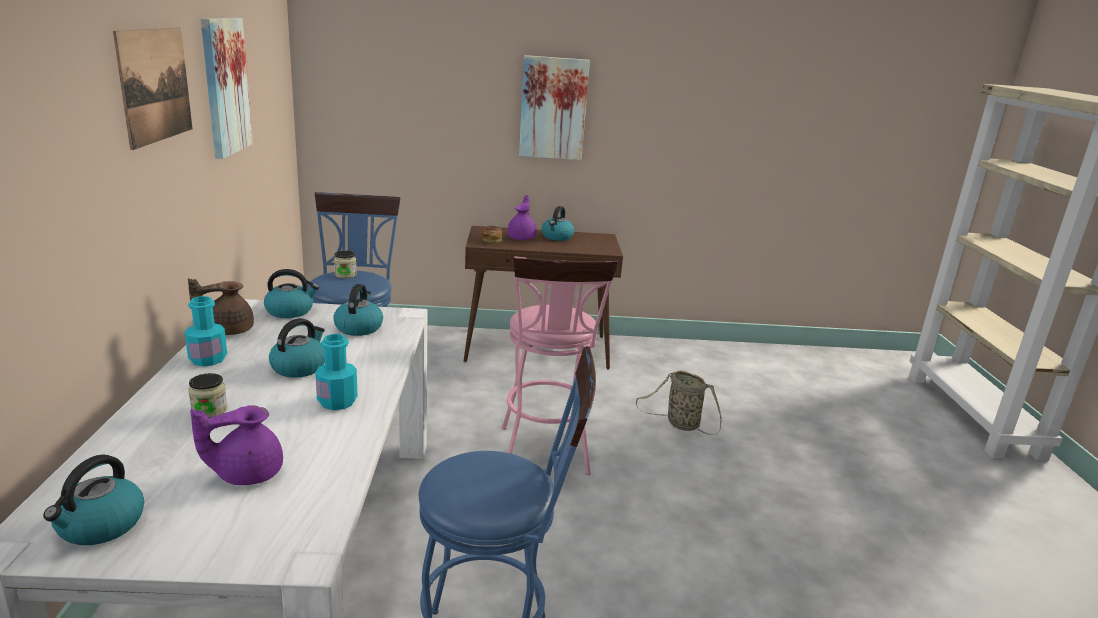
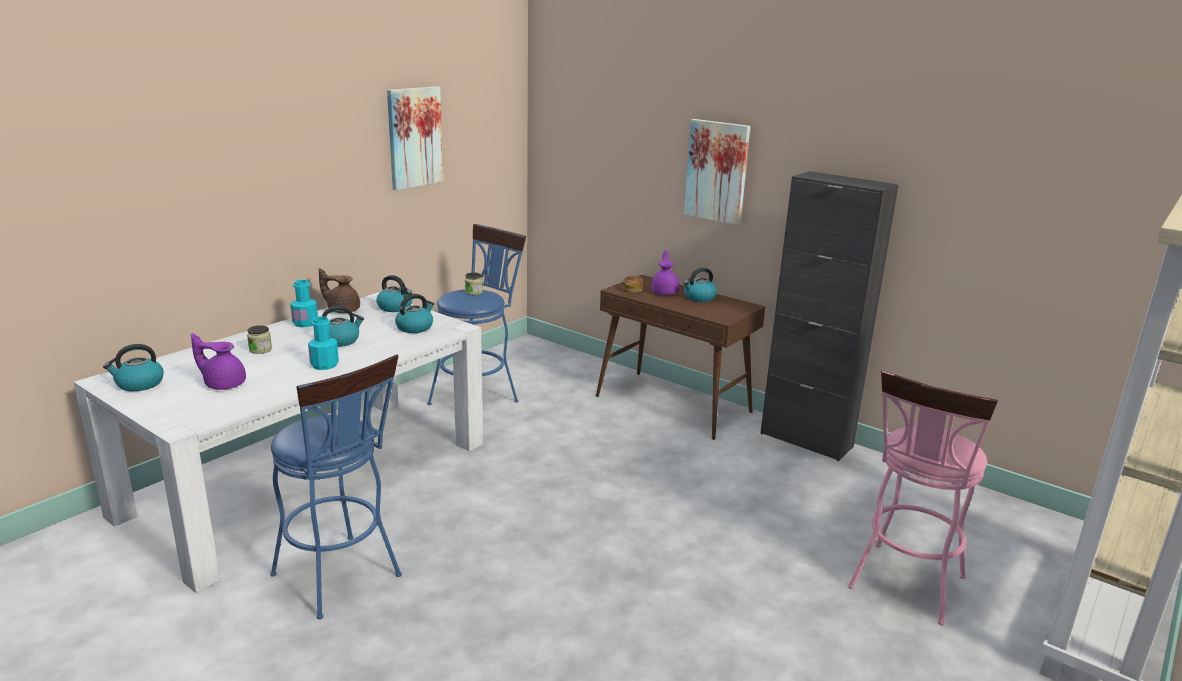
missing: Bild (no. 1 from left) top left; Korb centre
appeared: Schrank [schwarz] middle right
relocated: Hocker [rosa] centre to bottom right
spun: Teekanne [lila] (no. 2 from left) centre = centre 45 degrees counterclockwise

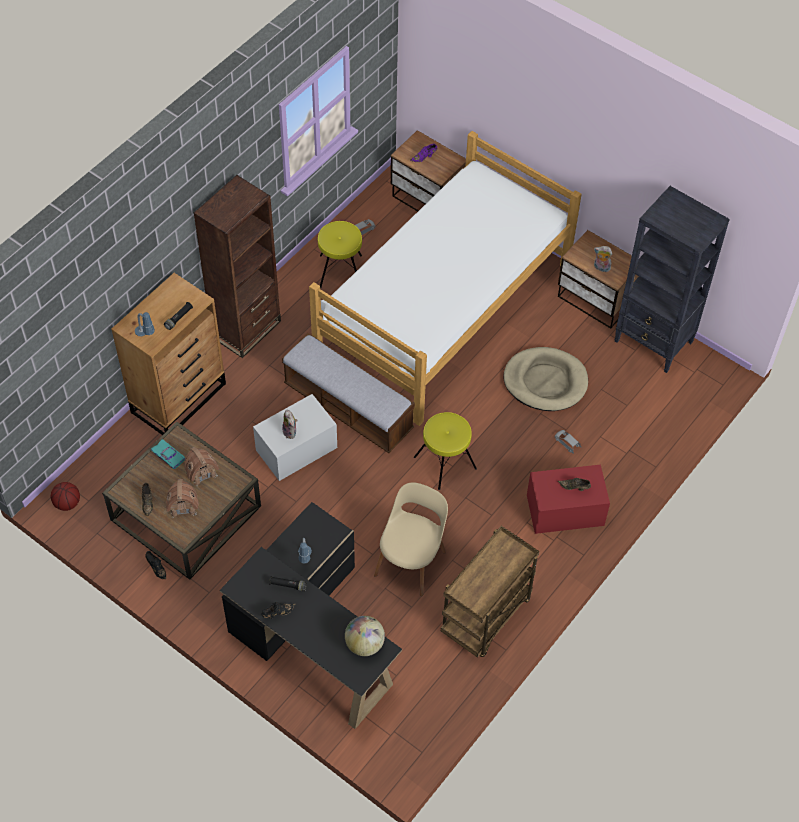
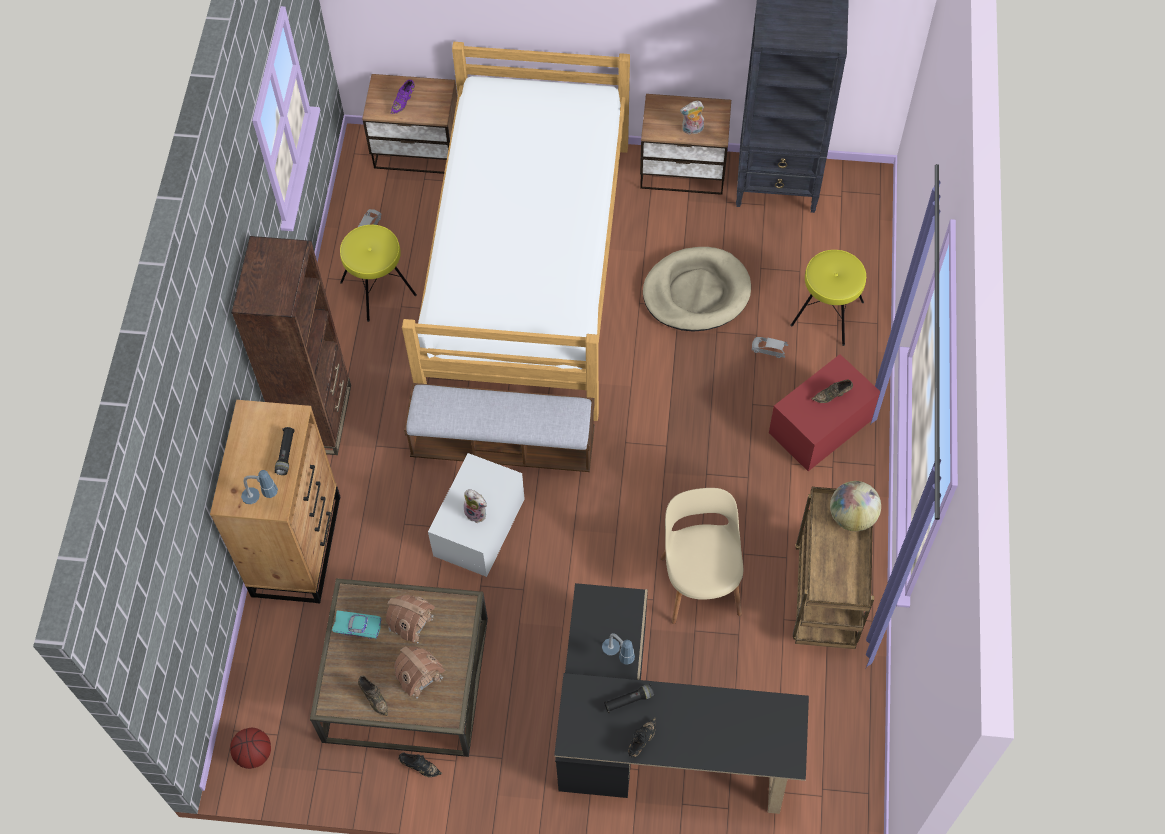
relocated: Globus bottom centre to middle right; Hocker [gelb] (no. 2 from left) centre to middle right

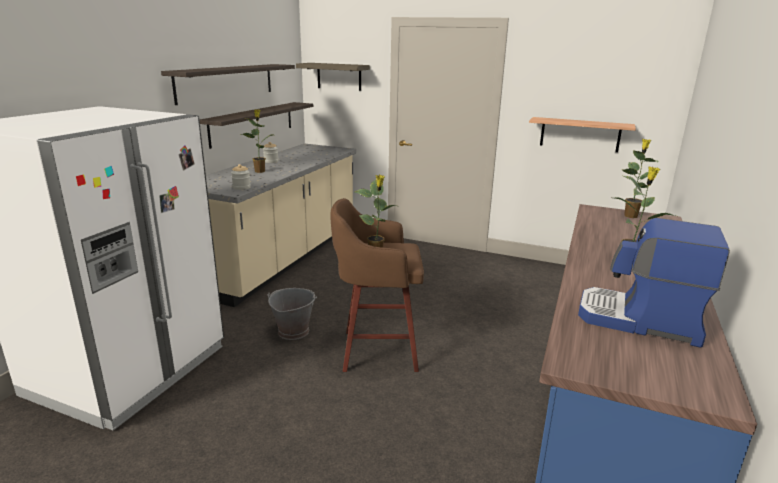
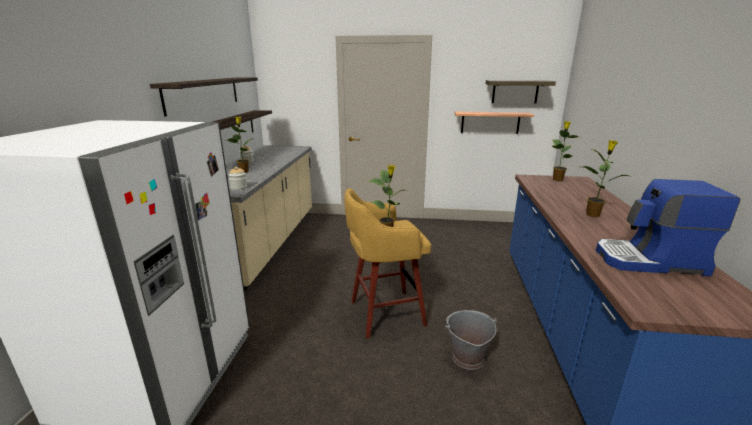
relocated: Eimer [grau] centre to bottom centre; Wandregal (no. 3 from left in the first image) top centre to Wandregal (no. 4 from left) top right
colour: Hocker [braun] centre to Hocker [gelb] centre

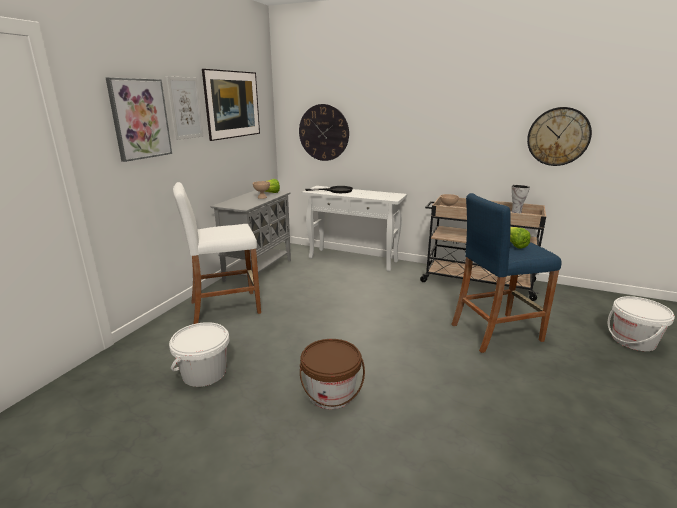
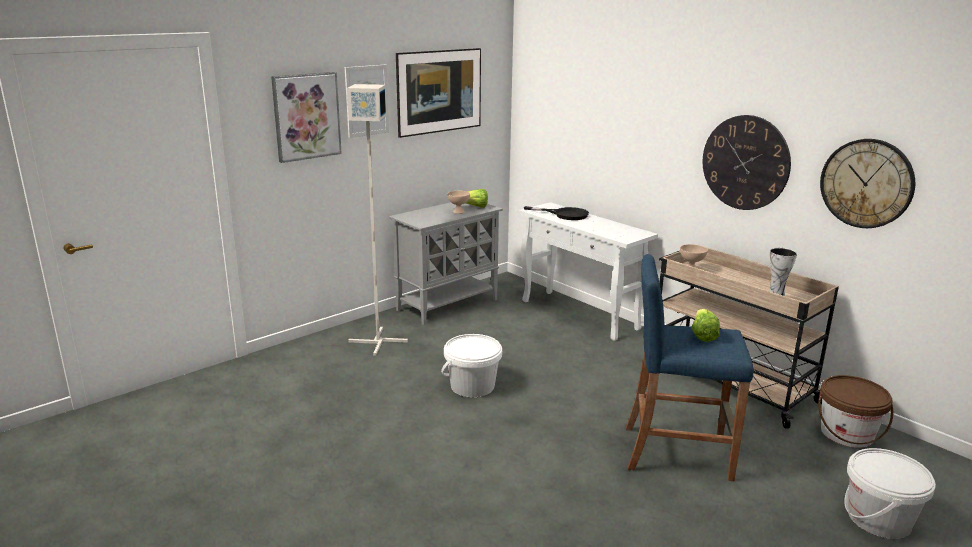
relocated: Eimer [weiß] (no. 1 from left) bottom left to bottom centre; Wanduhr (no. 1 from left) top centre to top right; Eimer [braun] bottom centre to bottom right
exchanged: Hocker [weiß] middle left to Stehlampe [grau] centre

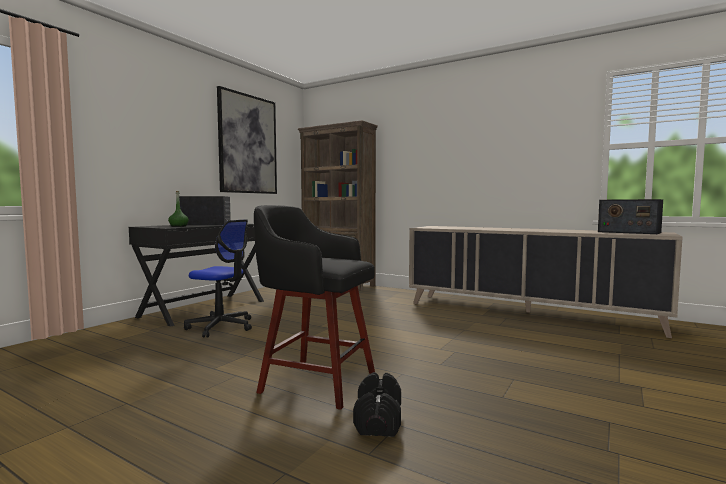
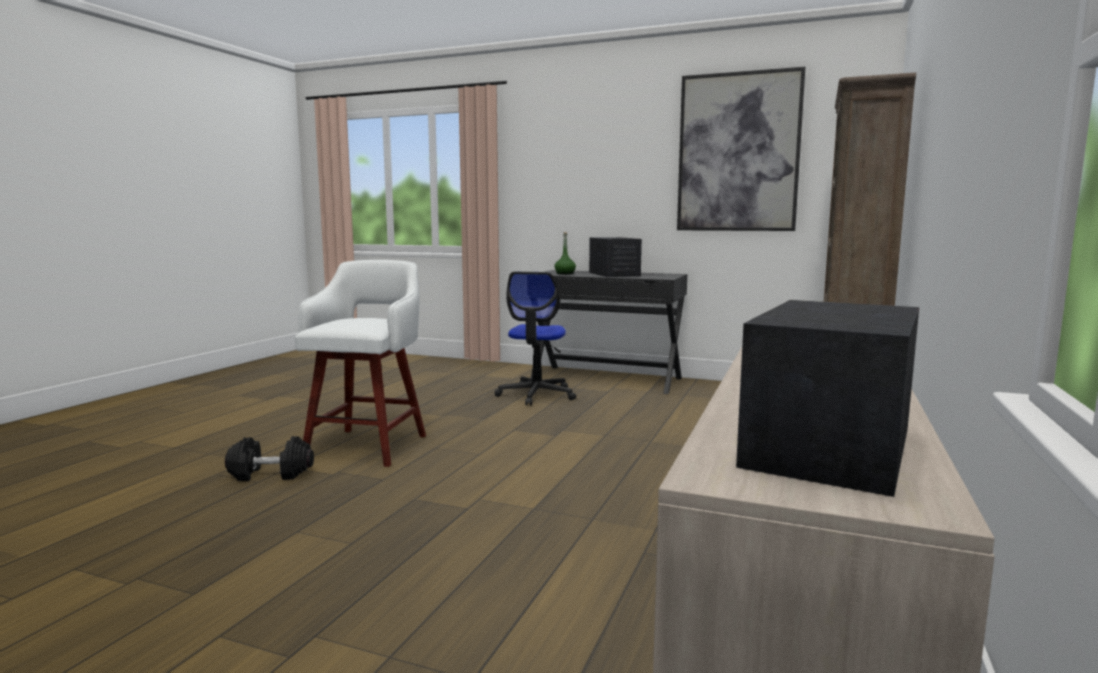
colour: Hocker [schwarz] centre to Hocker [weiß] middle left

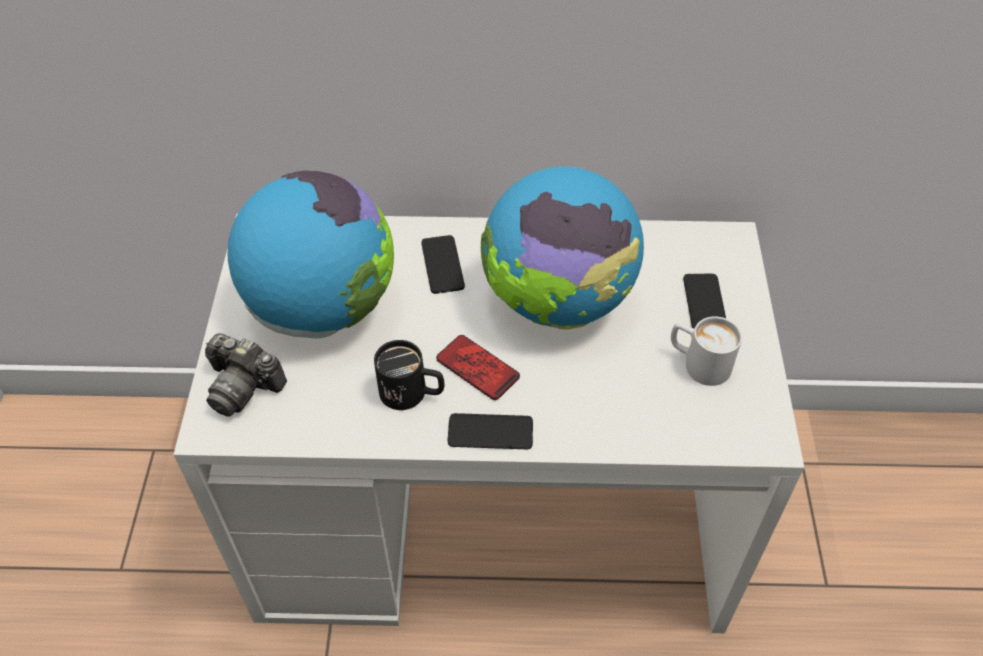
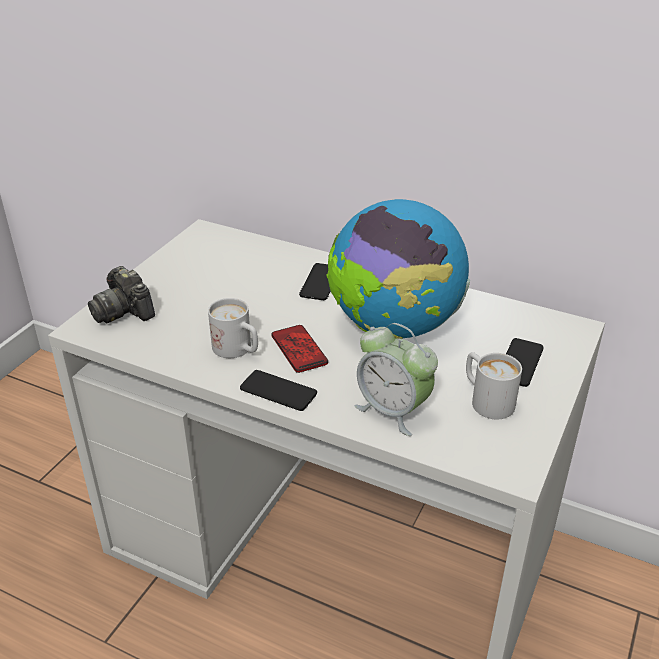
missing: Globus (no. 1 from left) middle left
appeared: Wecker centre
colour: Henkelbecher [schwarz] centre to Henkelbecher [weiß] (no. 1 from left) centre

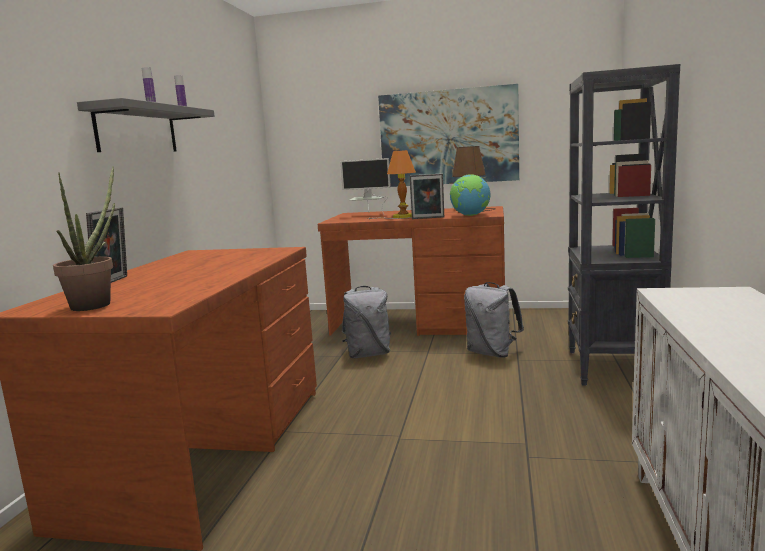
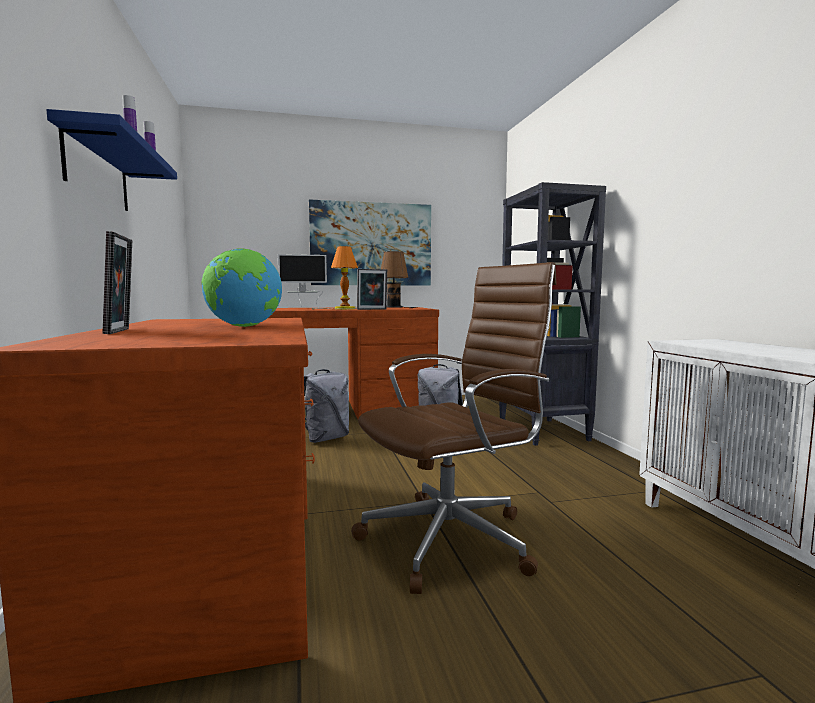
missing: Topfpflanze middle left
appeared: Bürostuhl [braun] centre
relocated: Globus centre to middle left
colour: Wandregal [grau] top left to Wandregal [blau] top left

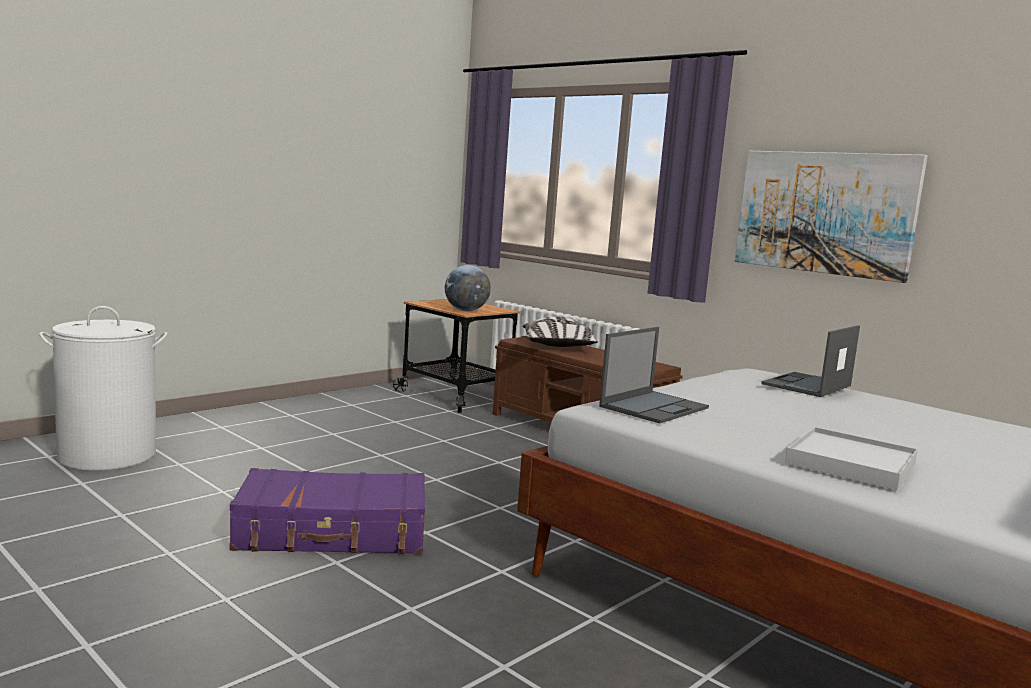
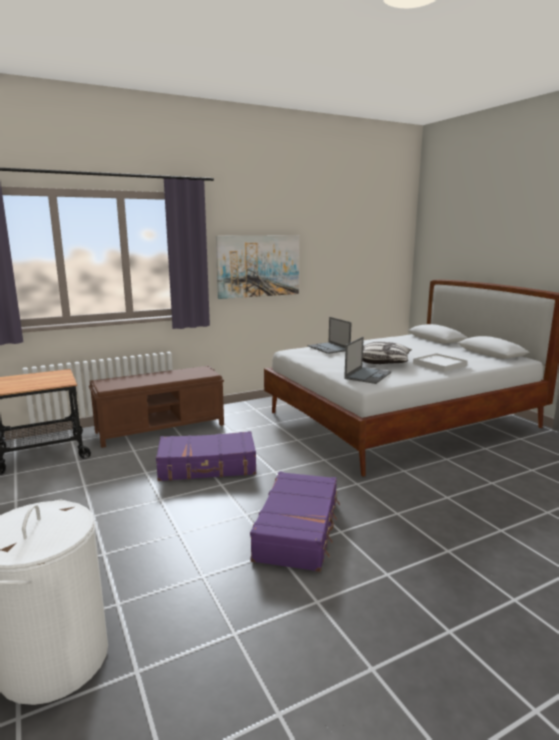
missing: Globus centre
appeared: Koffer [lila] (no. 1 from left) centre
relocated: Kissen centre to middle right
spun: Laptop (no. 1 from left in the first image) centre = centre 60 degrees clockwise

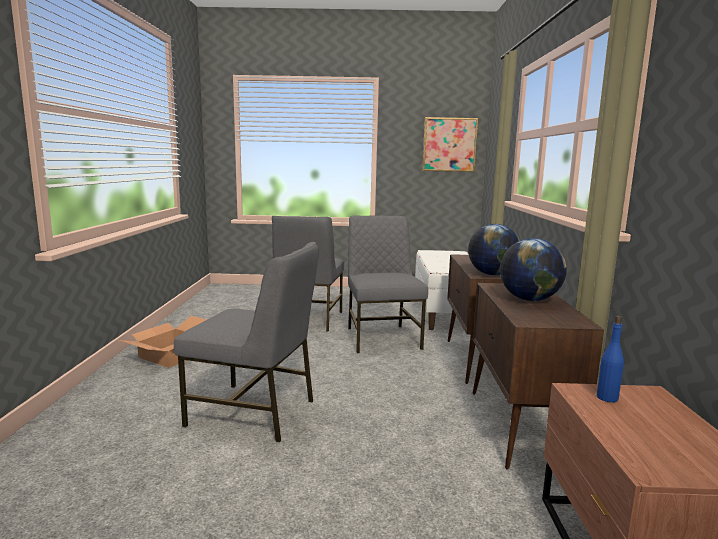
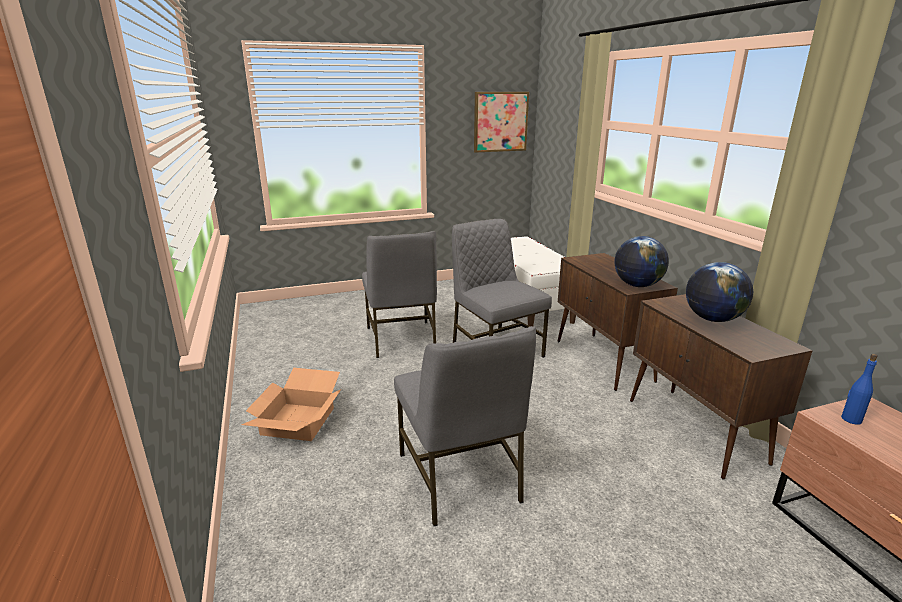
spun: Stuhl [grau] (no. 1 from left in the first image) centre = bottom centre 75 degrees clockwise

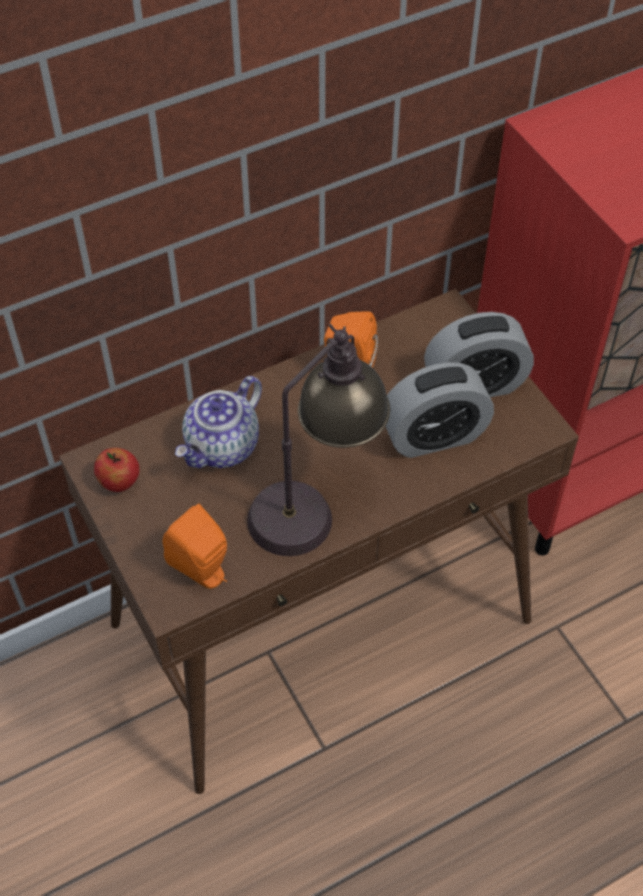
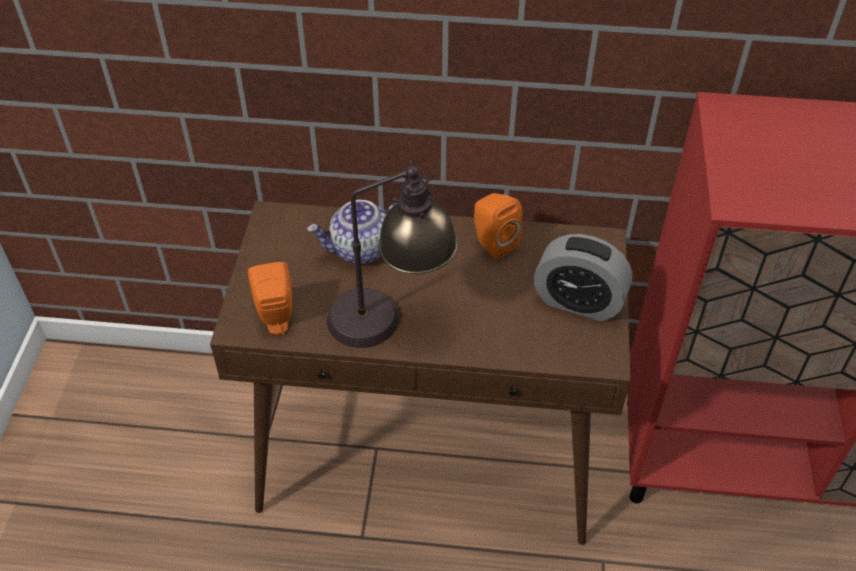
missing: Apfel middle left; Wecker (no. 1 from left) middle right

